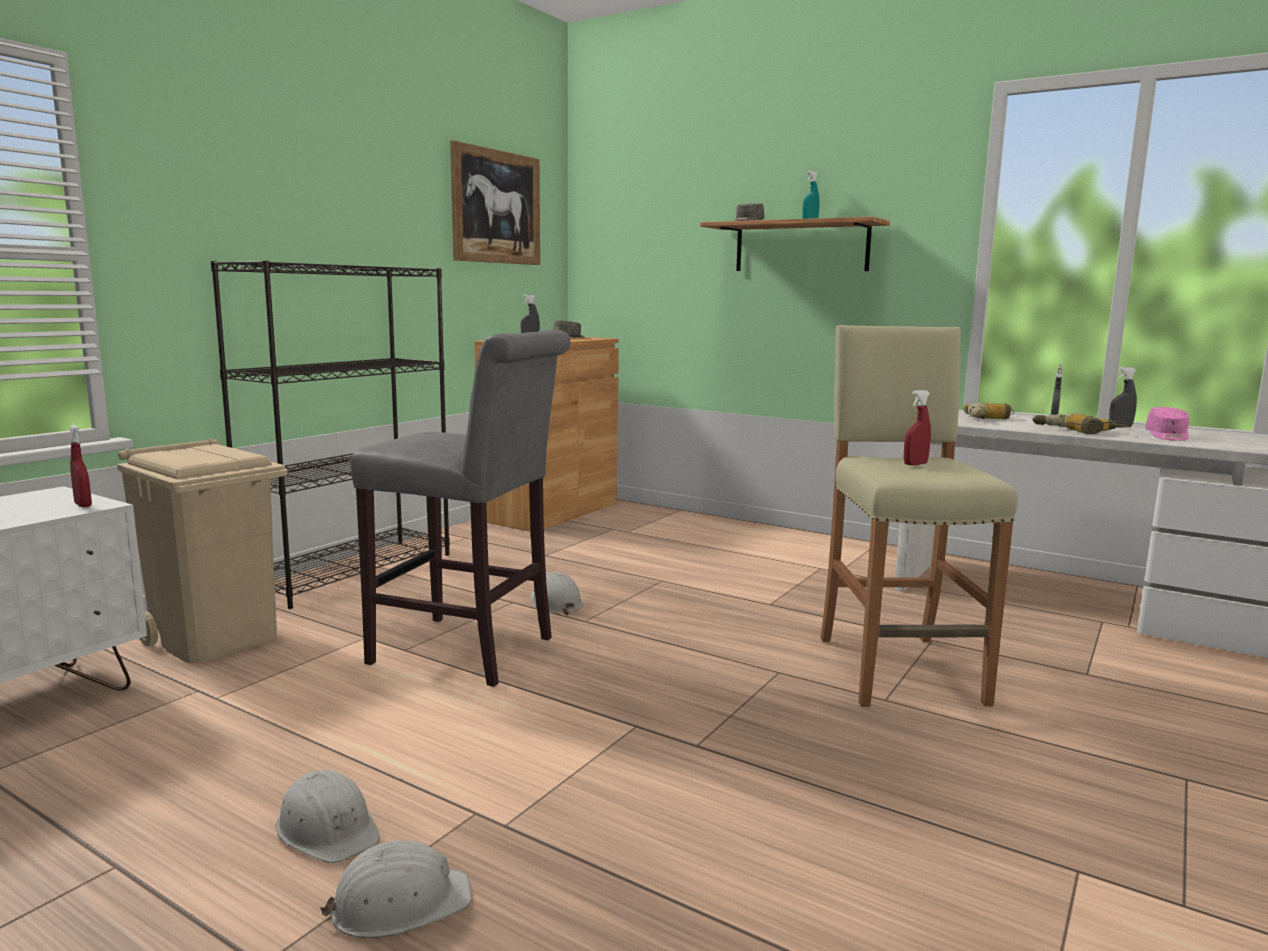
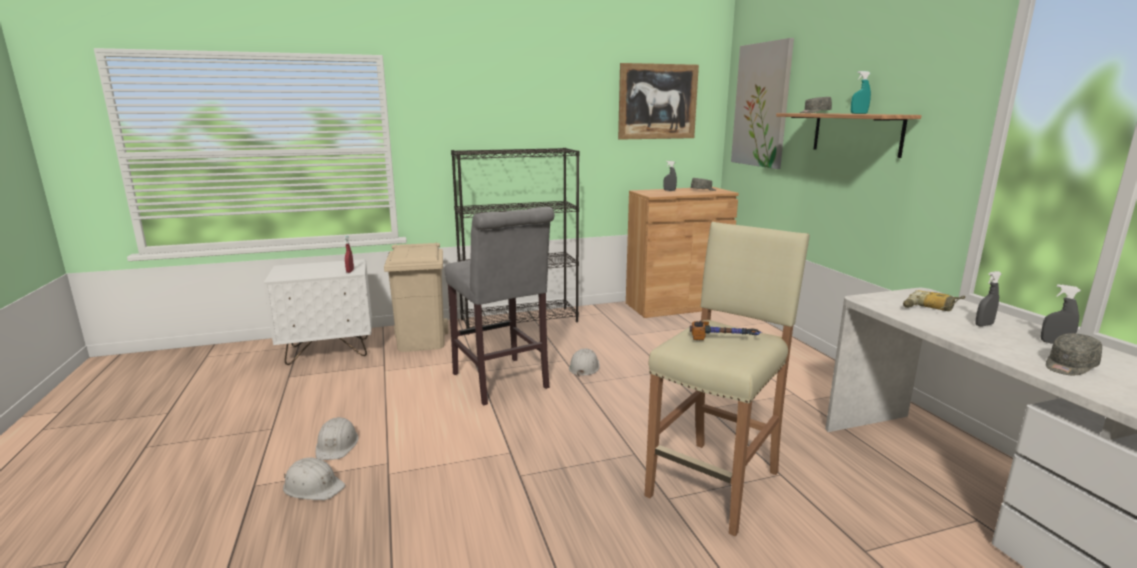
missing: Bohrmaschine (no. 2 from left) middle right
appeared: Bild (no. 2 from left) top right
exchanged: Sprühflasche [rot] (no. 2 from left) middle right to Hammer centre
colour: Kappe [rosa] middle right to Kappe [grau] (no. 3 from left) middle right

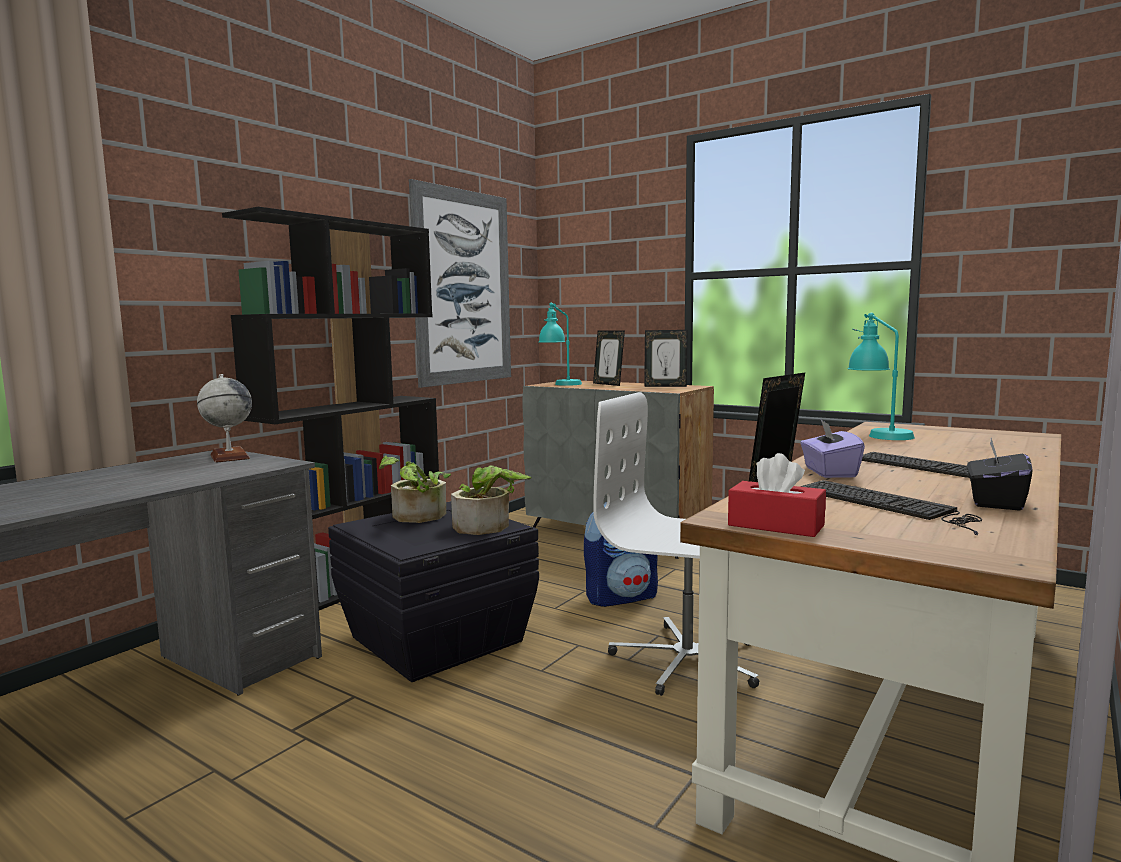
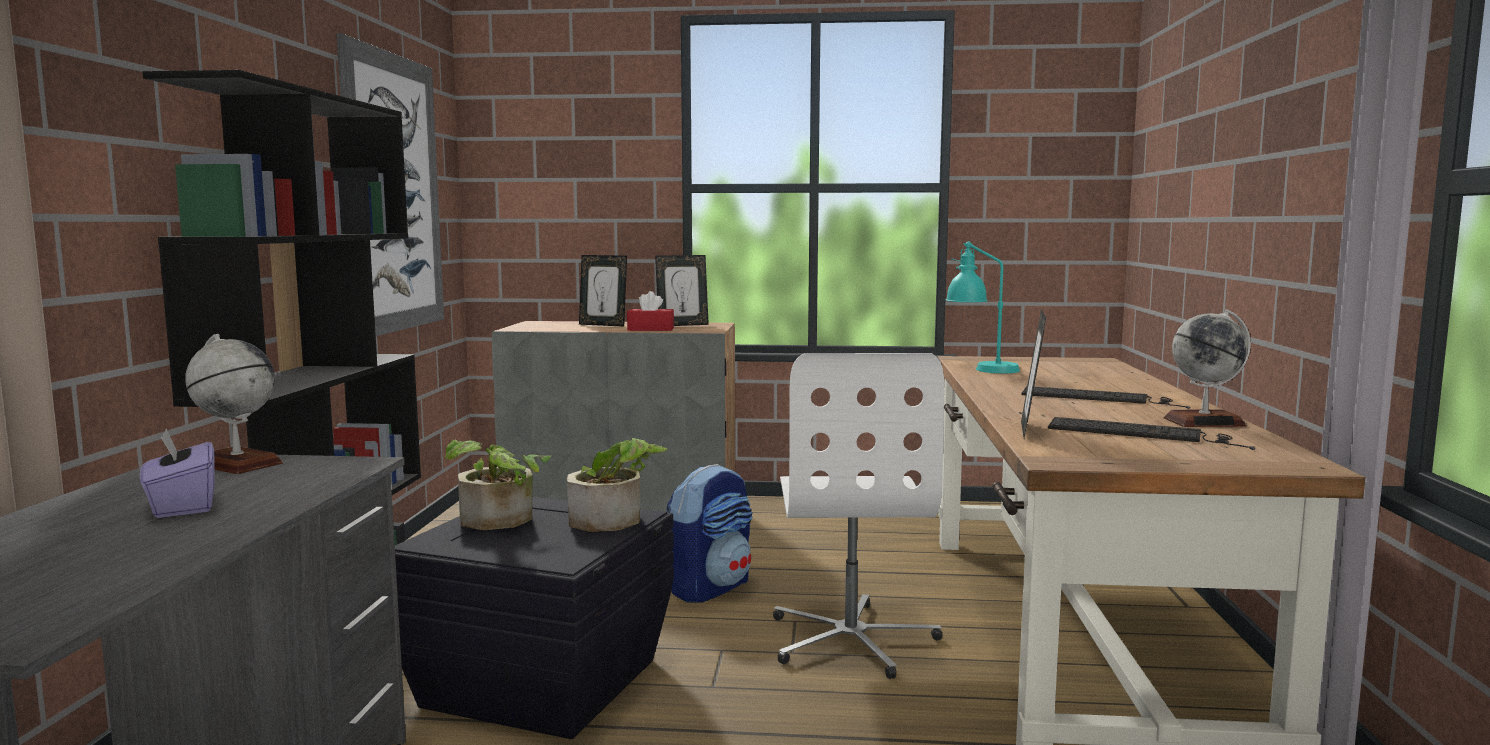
missing: Tischlampe [türkis] (no. 1 from left) centre
relocated: Taschentuchbox [rot] middle right to centre; Taschentuchbox [lila] middle right to middle left
exchanged: Taschentuchbox [schwarz] middle right to Globus (no. 2 from left) middle right
spun: Bürostuhl [weiß] centre = bottom centre 90 degrees counterclockwise

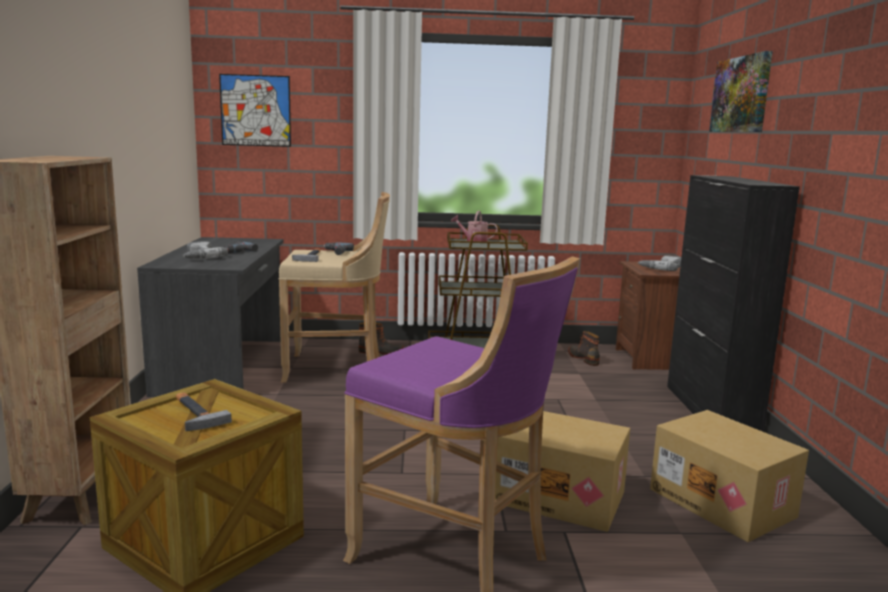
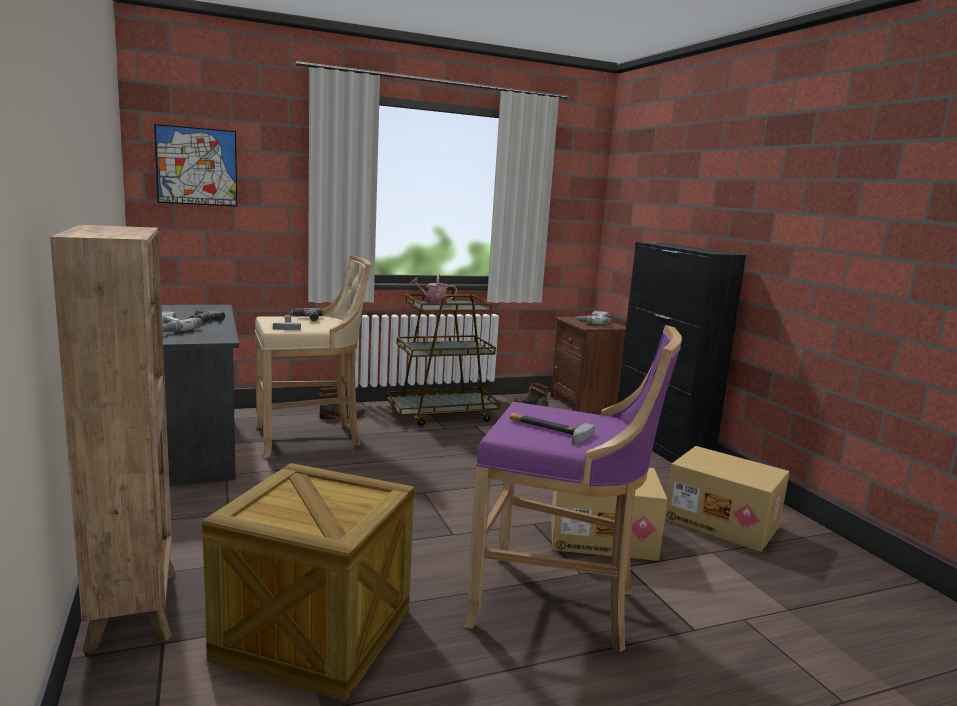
missing: Bild (no. 2 from left) top right
relocated: Hammer (no. 1 from left in the first image) bottom left to Hammer (no. 2 from left) centre

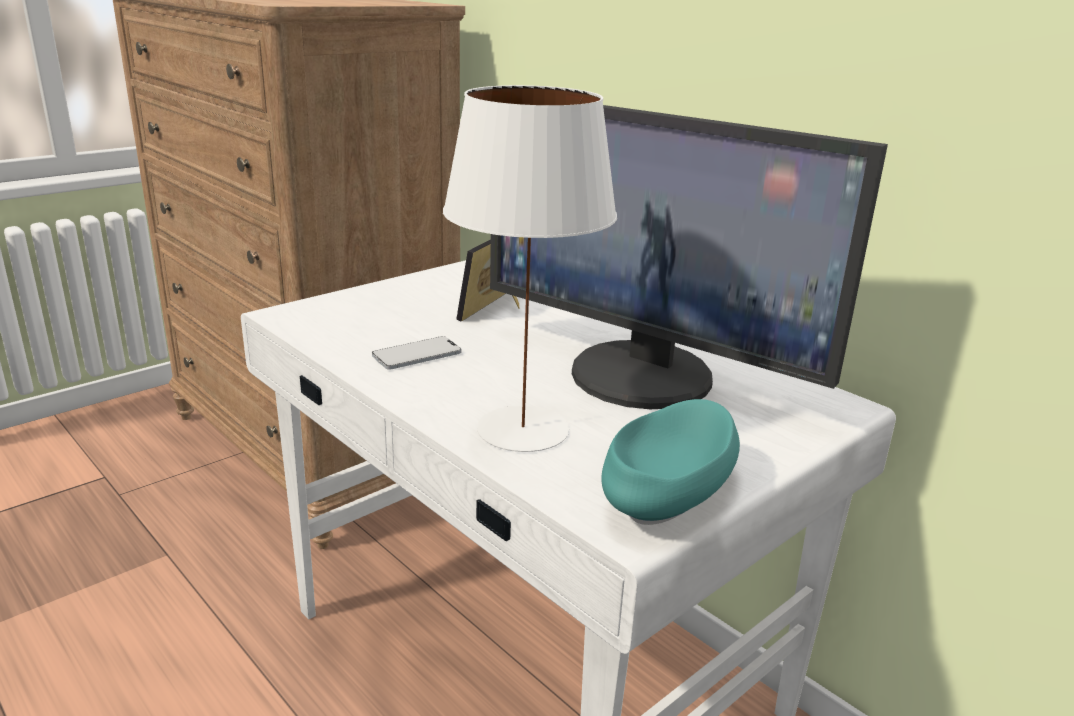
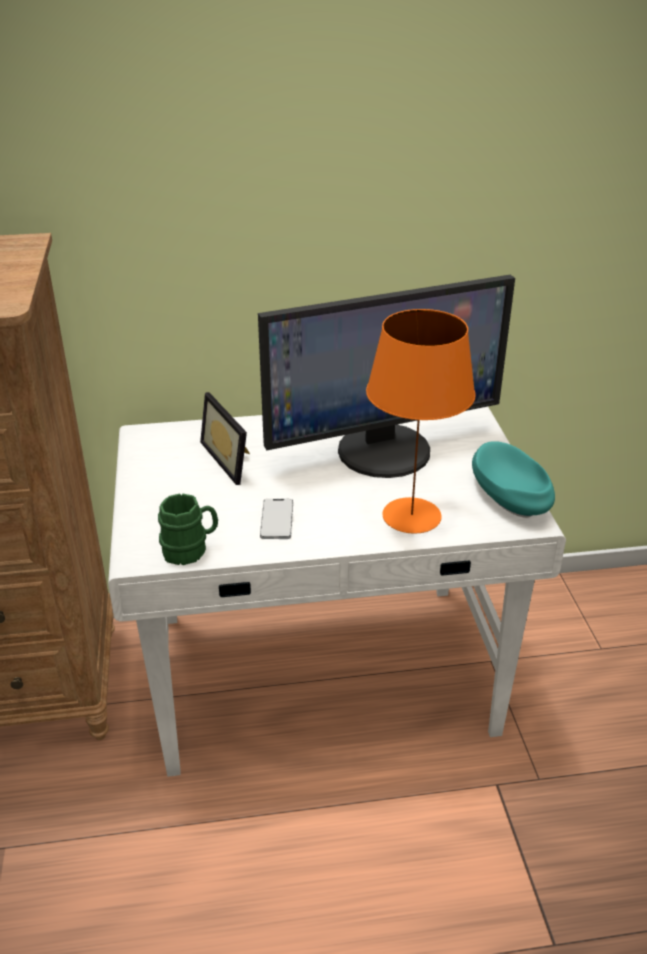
appeared: Henkelbecher [grün] middle left
colour: Tischlampe [weiß] centre to Tischlampe [orange] centre

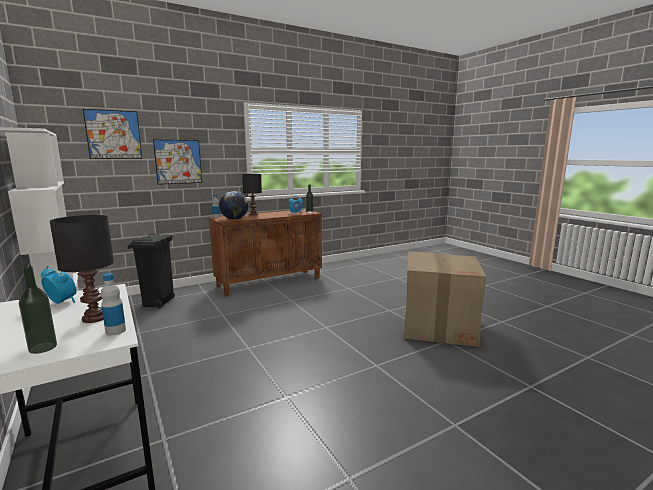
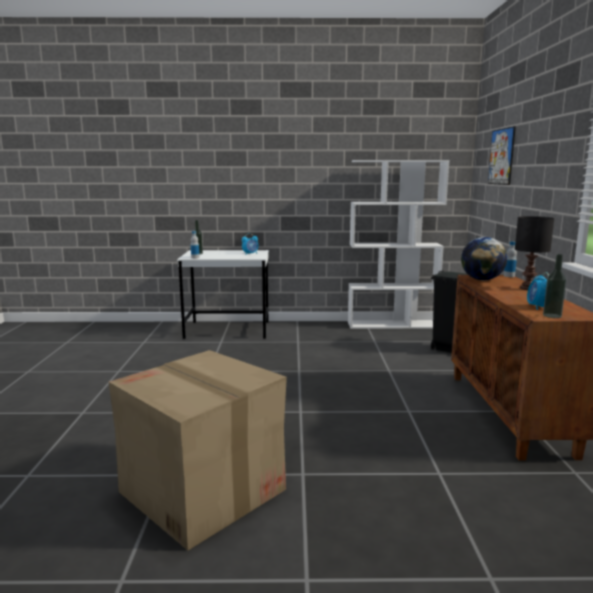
missing: Tischlampe [schwarz] (no. 1 from left) middle left; Bild (no. 2 from left) top left

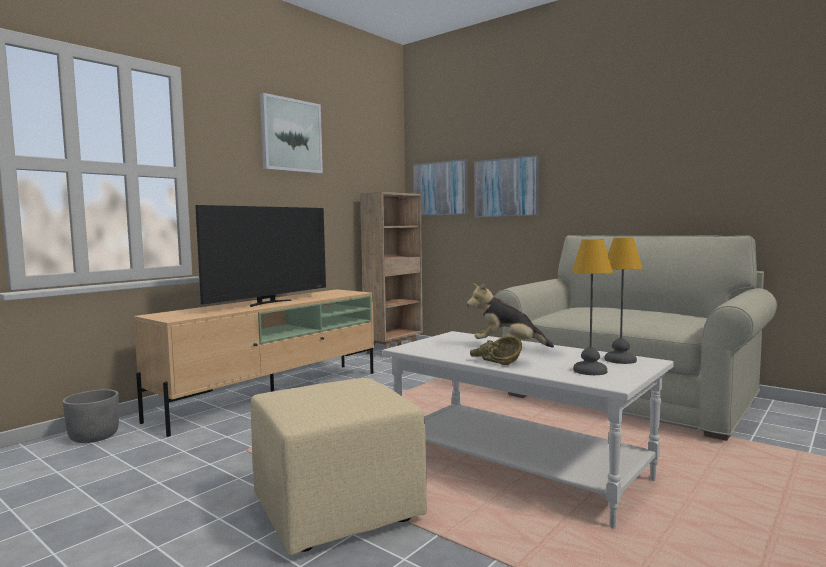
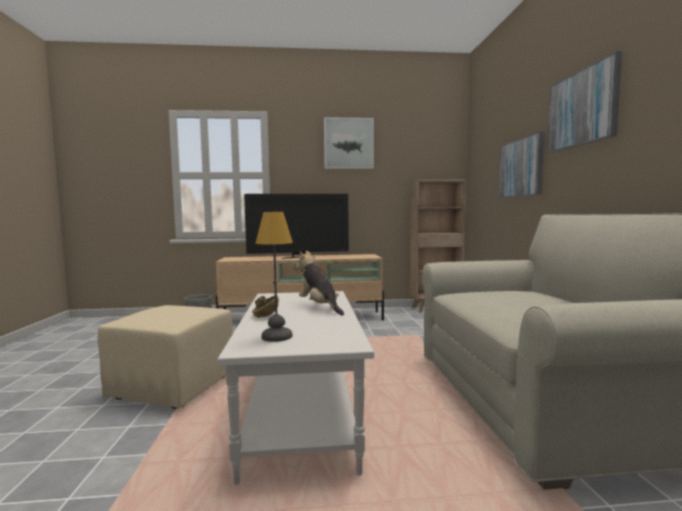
missing: Tischlampe (no. 2 from left) middle right
relocated: Bild (no. 2 from left in the first image) top centre to Bild (no. 3 from left) top right

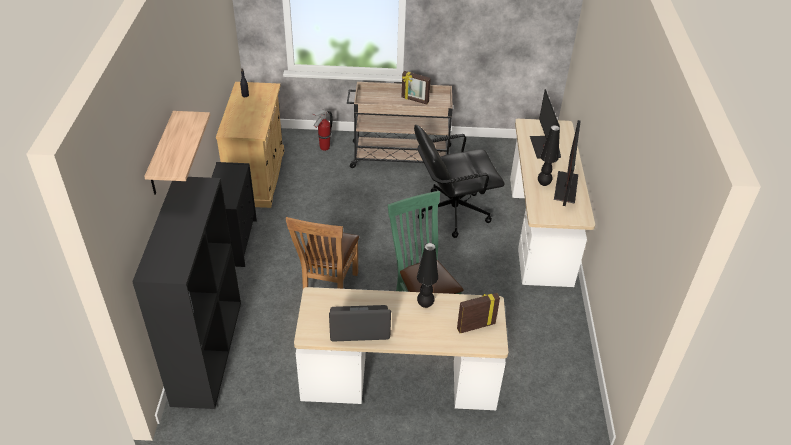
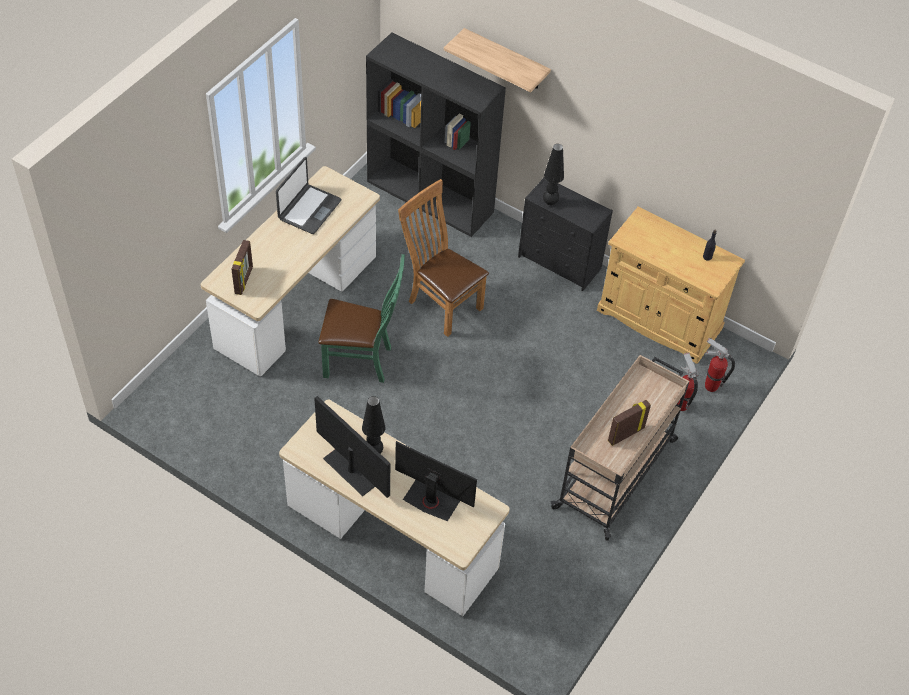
missing: Bürostuhl [schwarz] centre
appeared: Feuerlöscher (no. 2 from left) middle right
relocated: Tischlampe [schwarz] (no. 1 from left in the first image) centre to Tischlampe [schwarz] (no. 2 from left) top centre

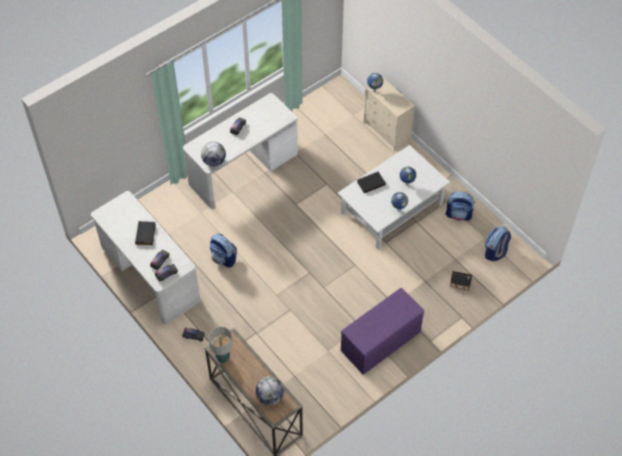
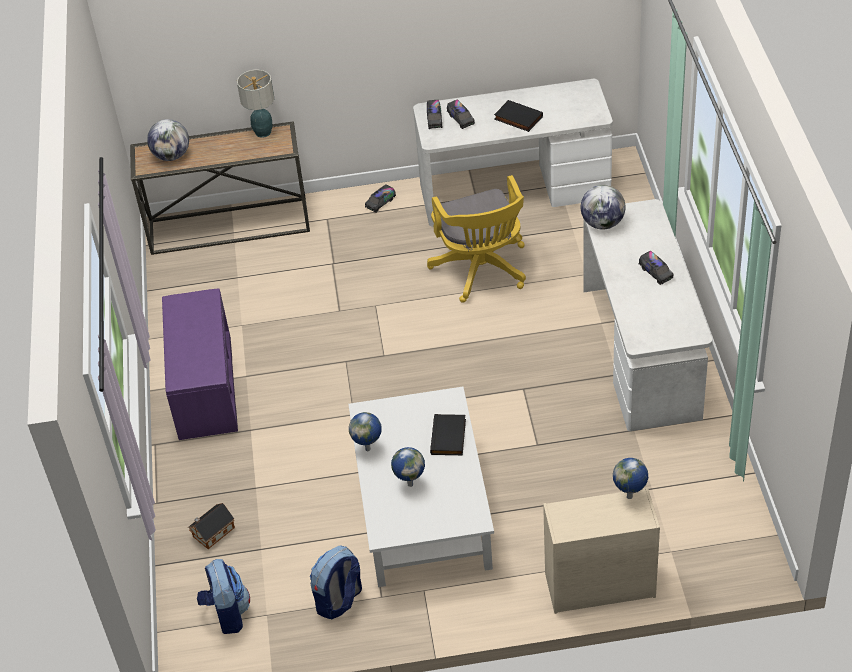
exchanged: Rucksack (no. 1 from left) centre to Bürostuhl [gelb] centre

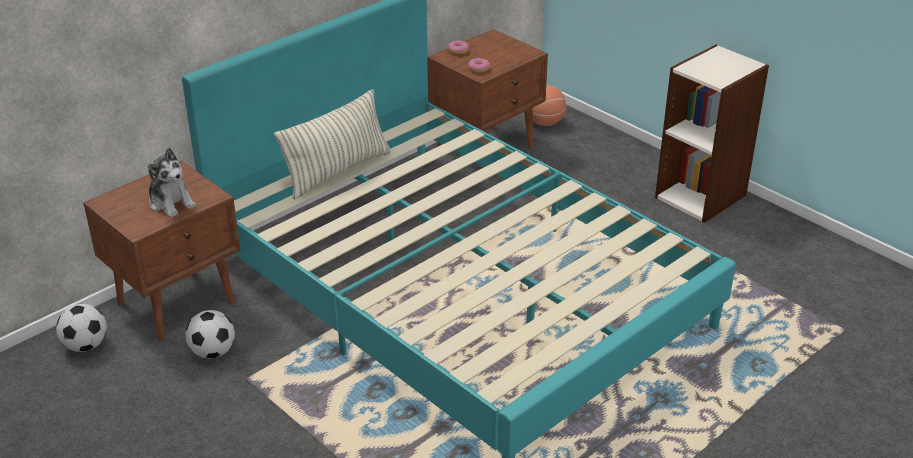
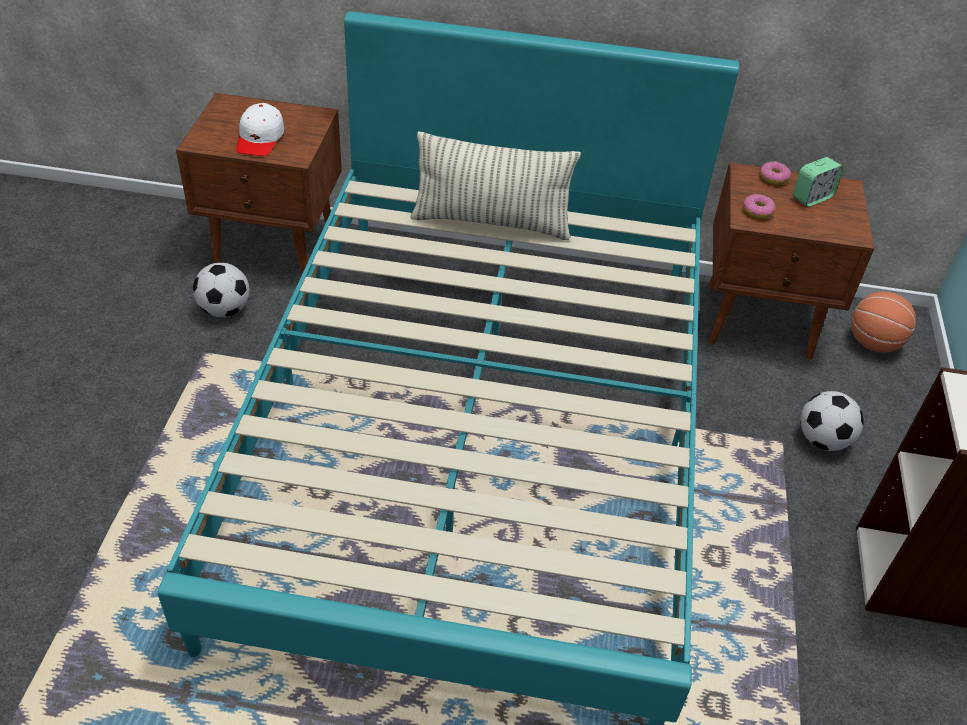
appeared: Wecker top right
relocated: Fußball (no. 1 from left in the first image) bottom left to Fußball (no. 2 from left) middle right
exchanged: Plüschtier middle left to Kappe [weiß] top left

